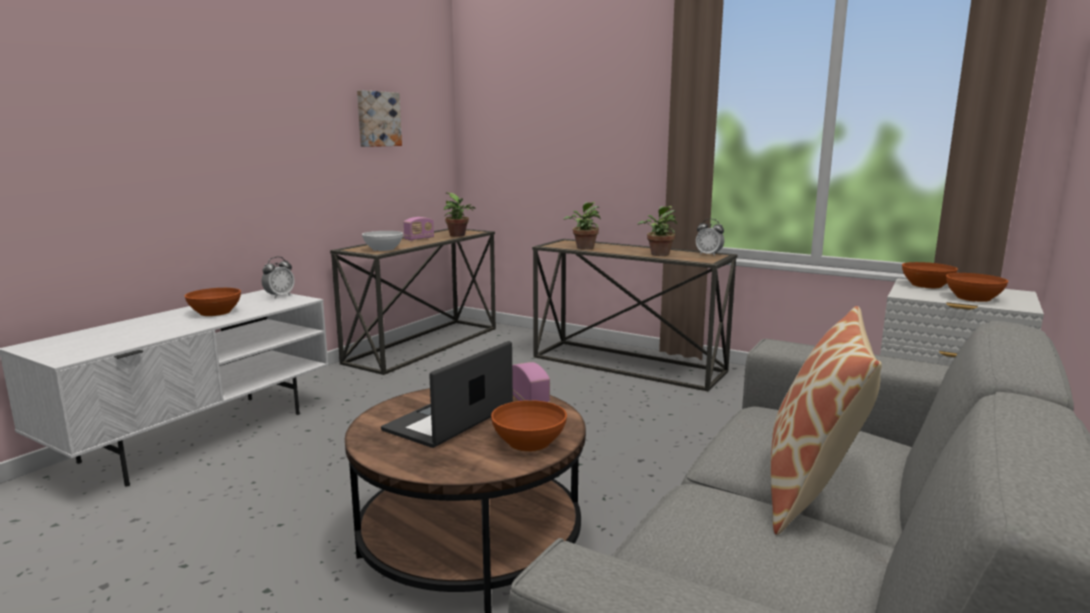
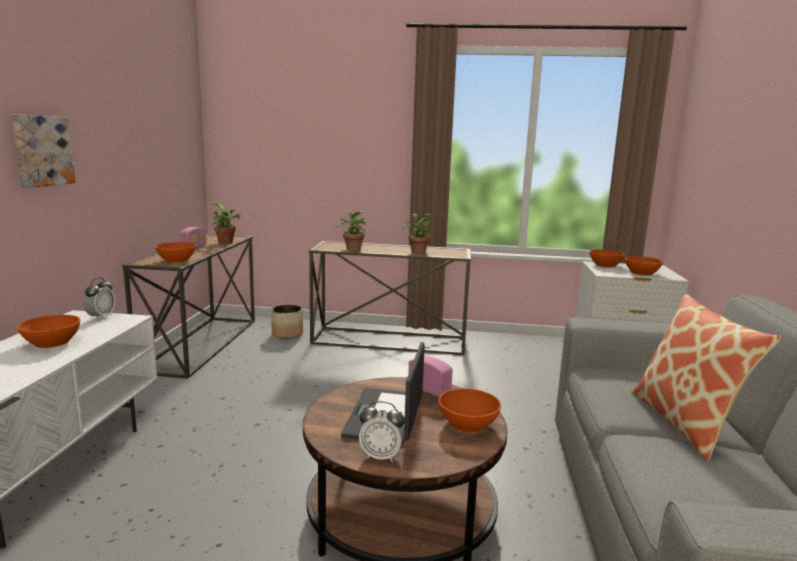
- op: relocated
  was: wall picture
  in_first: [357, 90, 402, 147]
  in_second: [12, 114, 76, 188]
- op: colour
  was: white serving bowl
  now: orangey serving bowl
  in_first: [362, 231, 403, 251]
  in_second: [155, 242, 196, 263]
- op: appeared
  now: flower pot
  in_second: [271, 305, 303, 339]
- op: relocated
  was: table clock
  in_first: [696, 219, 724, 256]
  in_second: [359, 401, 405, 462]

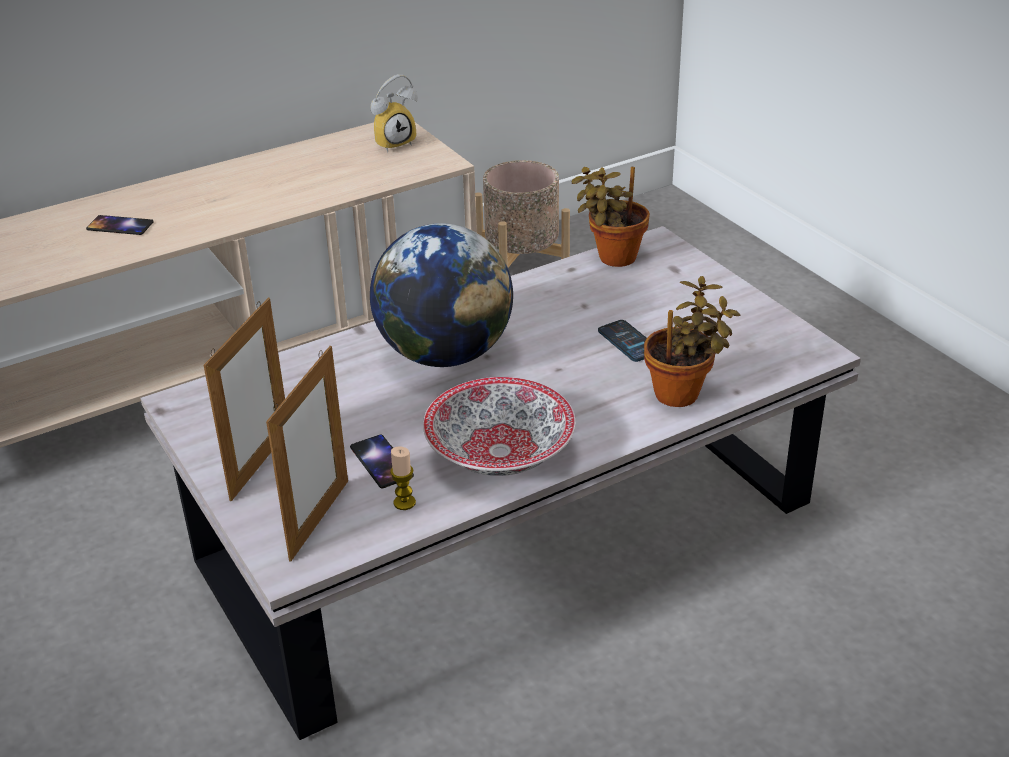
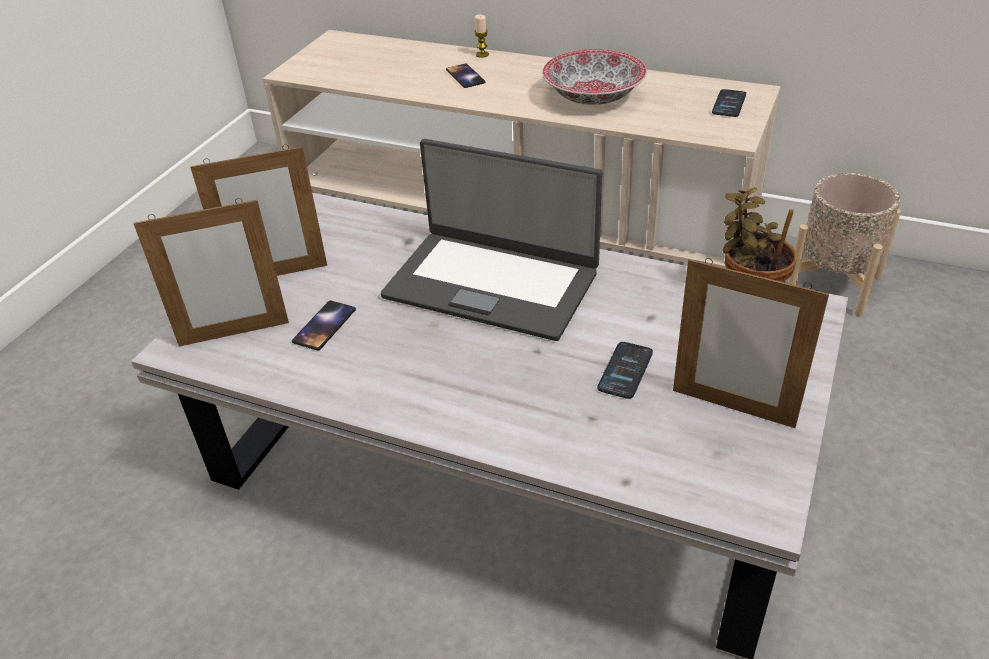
- op: exchanged
  was: globe
  now: portable computer
  in_first: [370, 223, 513, 367]
  in_second: [381, 139, 602, 341]
- op: relocated
  was: candle
  in_first: [390, 446, 416, 510]
  in_second: [474, 15, 489, 58]
- op: relocated
  was: serving bowl
  in_first: [423, 377, 576, 476]
  in_second: [542, 49, 647, 105]
- op: appeared
  now: photo frame
  in_second: [673, 258, 829, 428]
- op: exchanged
  was: table clock
  now: handset
  in_first: [371, 74, 417, 152]
  in_second: [712, 89, 746, 117]
- op: missing
  was: houseplant
  in_first: [644, 276, 740, 407]

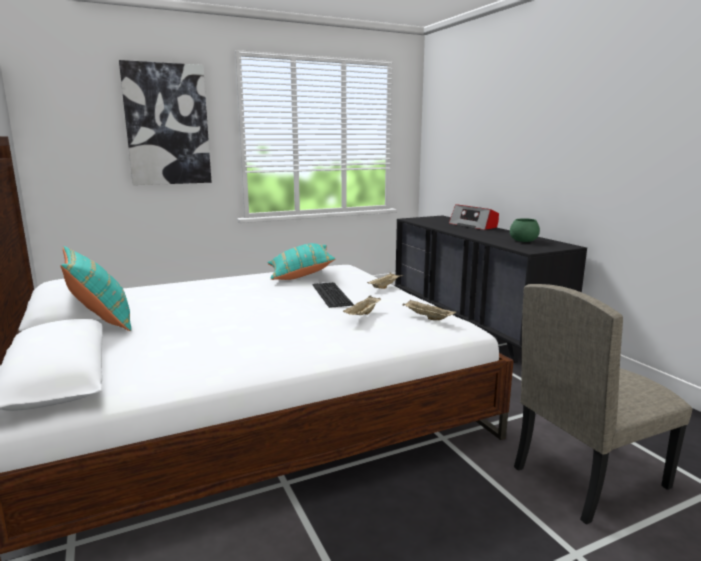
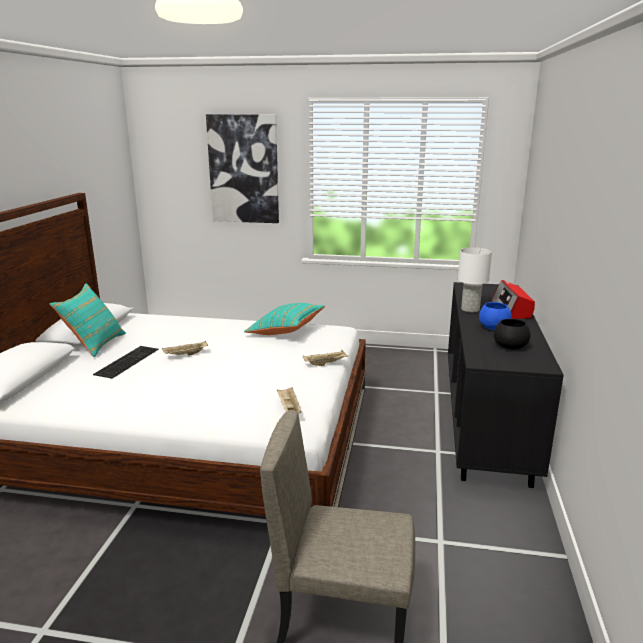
- op: relocated
  was: PC keyboard
  in_first: [312, 282, 354, 308]
  in_second: [93, 346, 158, 379]
- op: relocated
  was: beige-coloured carrying tray
  in_first: [343, 295, 381, 315]
  in_second: [162, 341, 208, 355]
- op: appeared
  now: white lamp for a table
  in_second: [458, 247, 492, 313]
- op: appeared
  now: bluish serving bowl
  in_second: [479, 302, 512, 330]
- op: colour
  was: green-coloured serving bowl
  now: black serving bowl
  in_first: [510, 218, 540, 242]
  in_second: [494, 319, 530, 349]

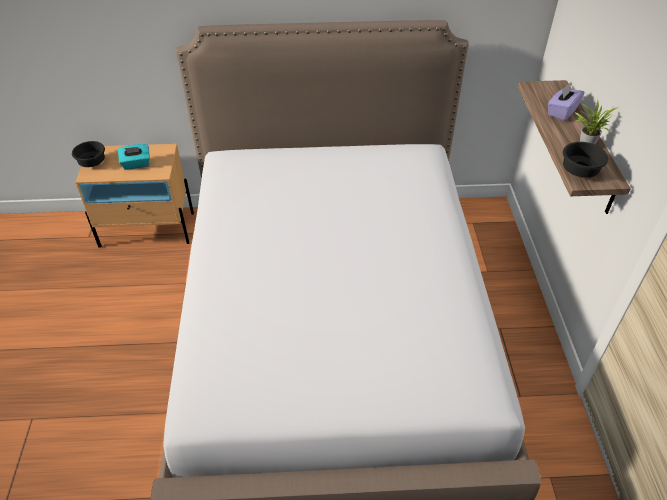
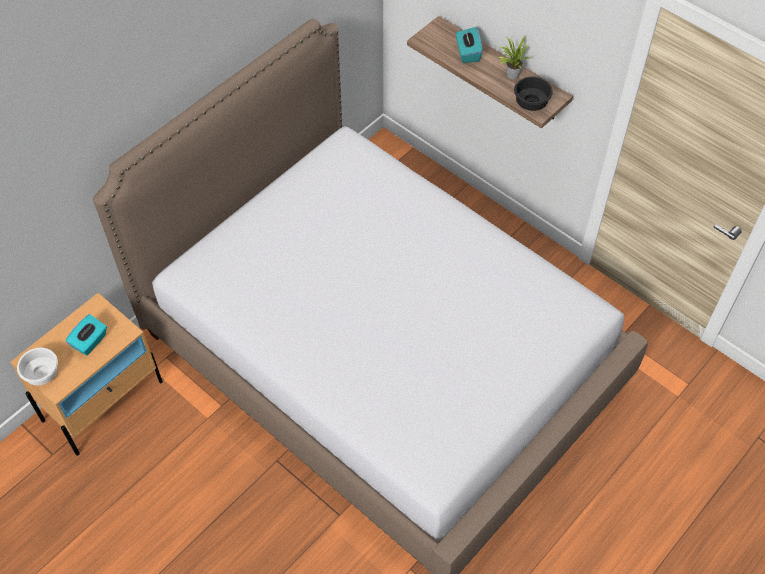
- op: colour
  was: black serving bowl
  now: white serving bowl
  in_first: [72, 141, 105, 167]
  in_second: [17, 348, 58, 385]
- op: colour
  was: purple tissue box
  now: turquoise-coloured tissue box
  in_first: [548, 83, 584, 121]
  in_second: [456, 27, 483, 63]

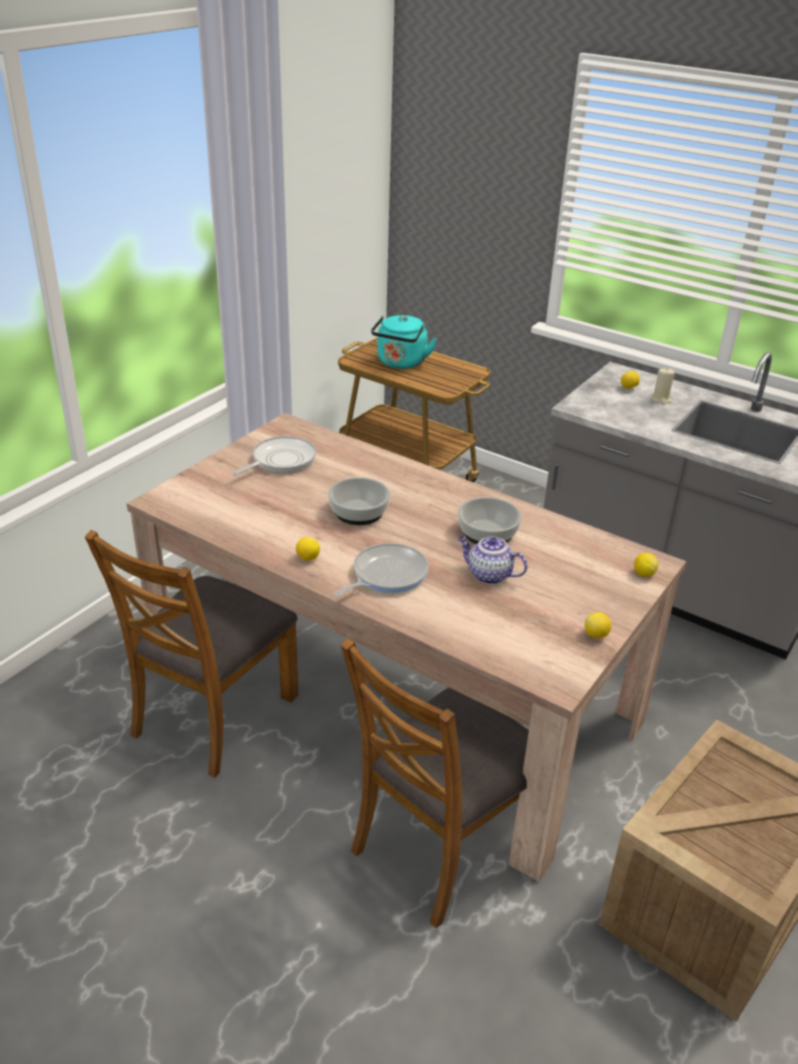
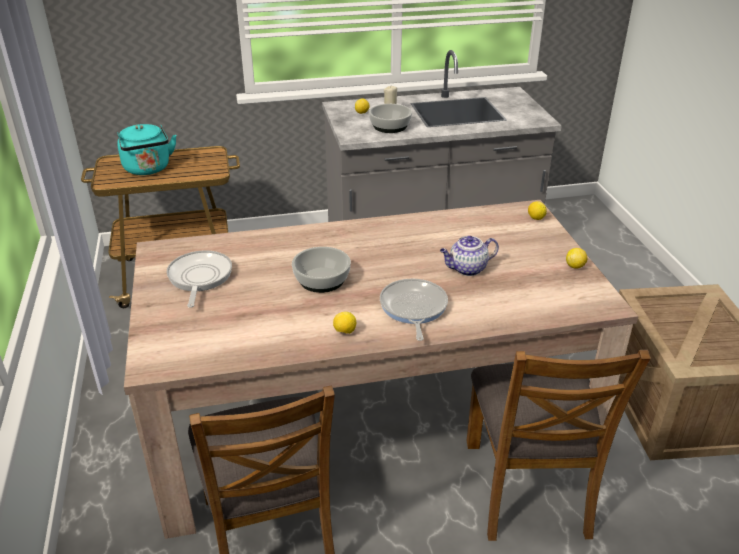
- op: relocated
  was: serving bowl
  in_first: [458, 497, 522, 544]
  in_second: [369, 104, 412, 133]

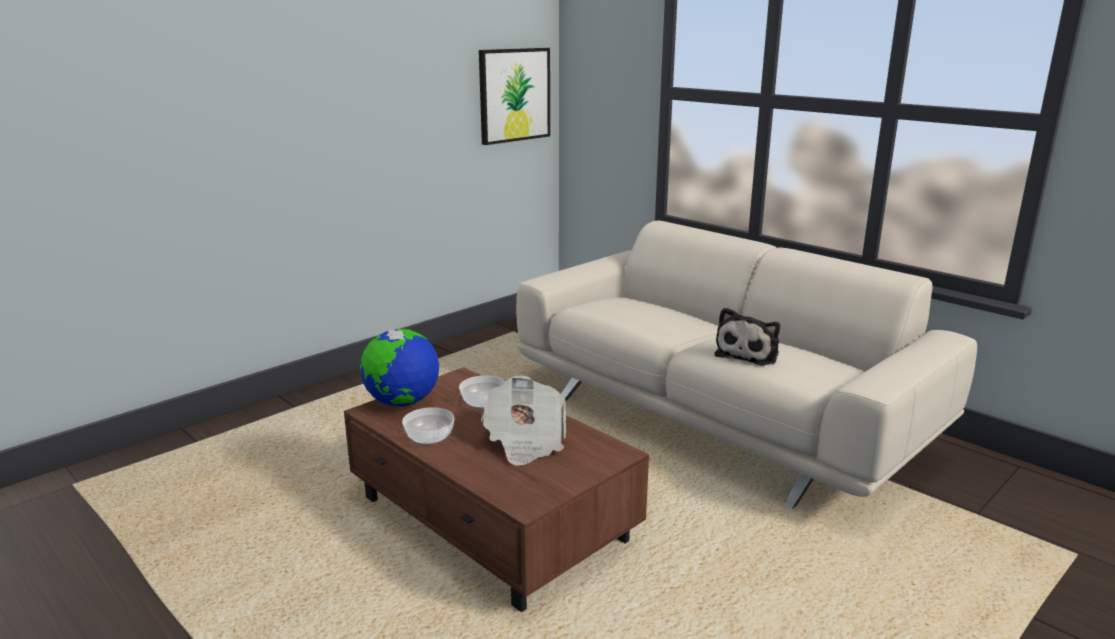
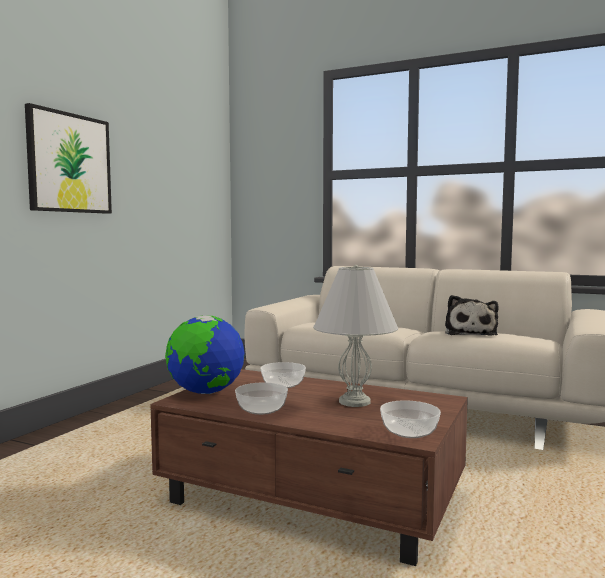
- op: relocated
  was: wall picture
  in_first: [479, 48, 550, 145]
  in_second: [25, 103, 112, 214]
- op: exchanged
  was: printed paper
  now: white lamp for a table
  in_first: [481, 376, 567, 466]
  in_second: [313, 265, 398, 407]
- op: appeared
  now: serving bowl
  in_second: [380, 400, 441, 438]

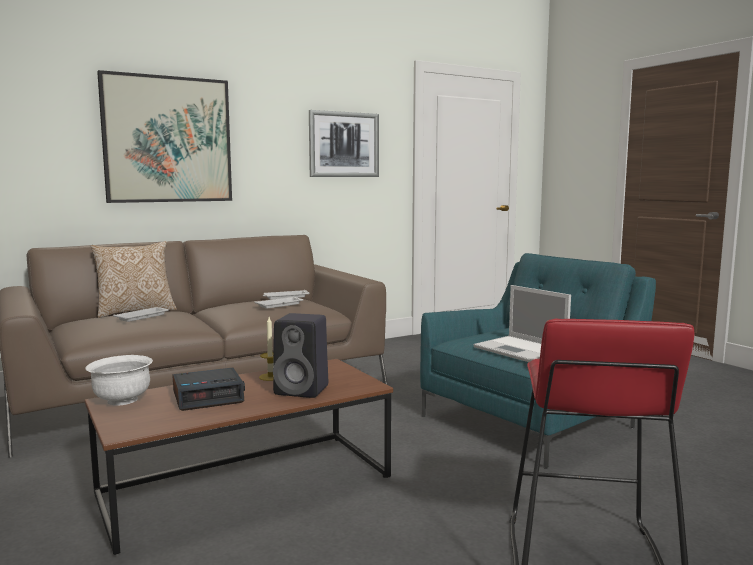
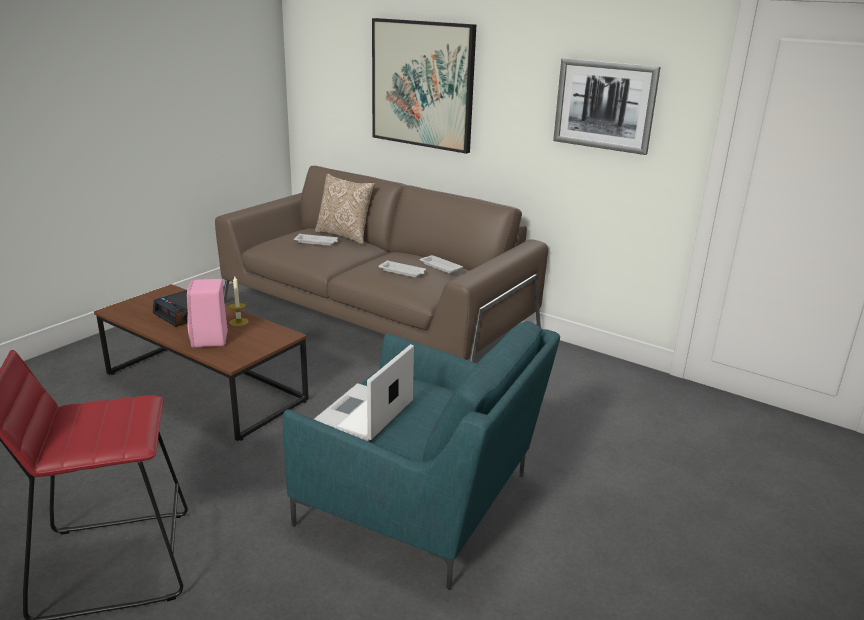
- op: colour
  was: black speaker
  now: pinkish speaker
  in_first: [273, 313, 328, 398]
  in_second: [187, 279, 228, 347]
- op: missing
  was: white serving bowl
  in_first: [85, 355, 153, 405]

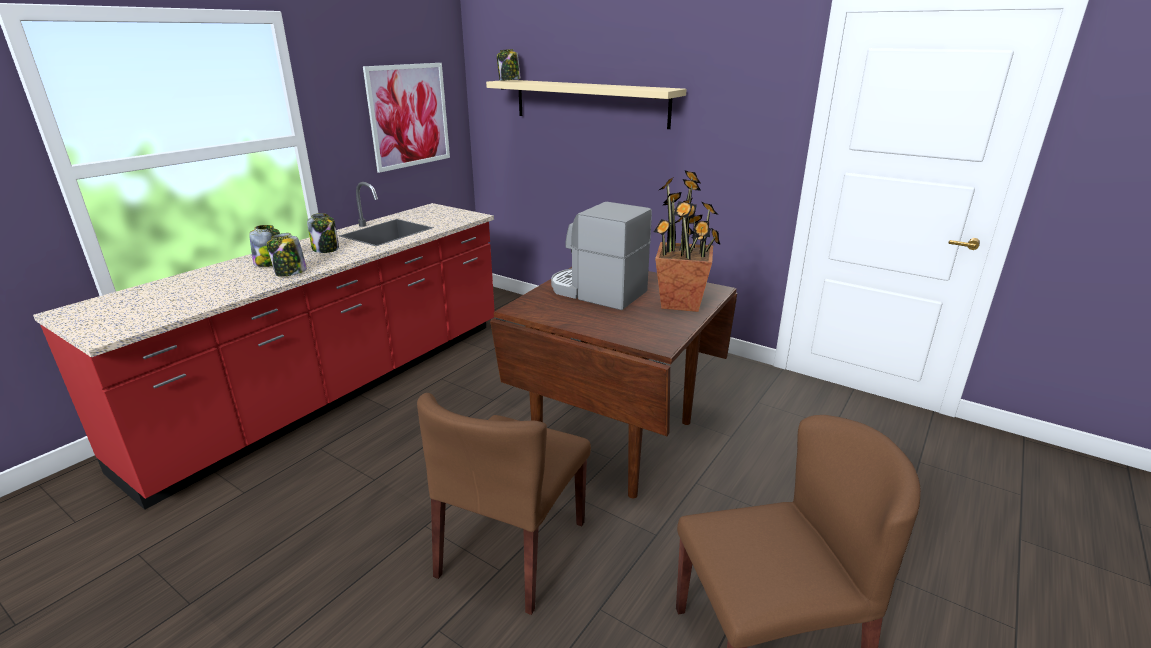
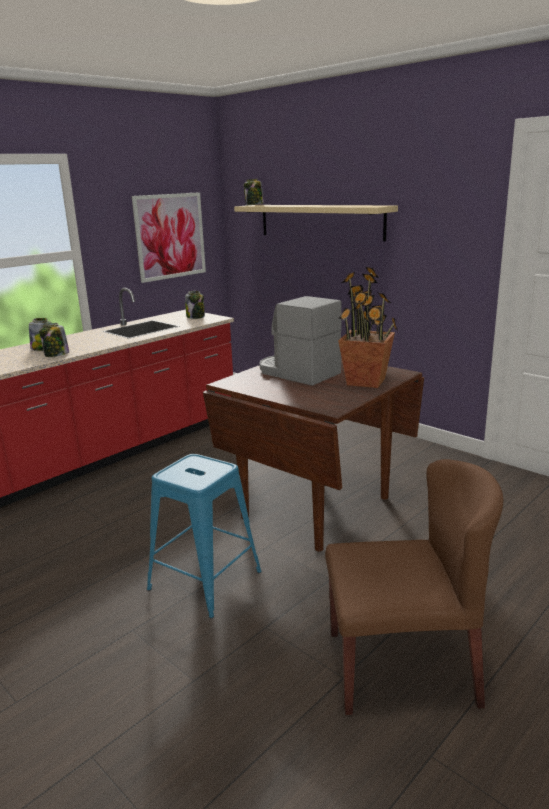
- op: exchanged
  was: brownish upright chair
  now: bluish sitting stool
  in_first: [417, 393, 591, 615]
  in_second: [147, 454, 262, 618]
- op: relocated
  was: storage jar
  in_first: [307, 213, 339, 253]
  in_second: [185, 291, 205, 319]

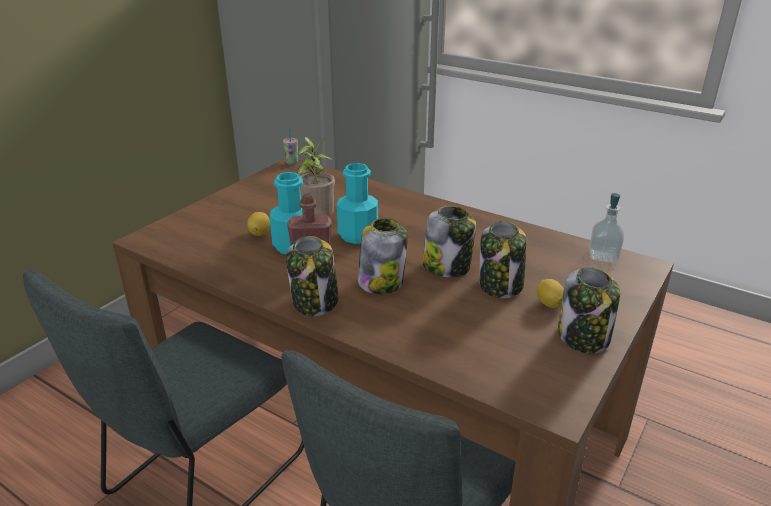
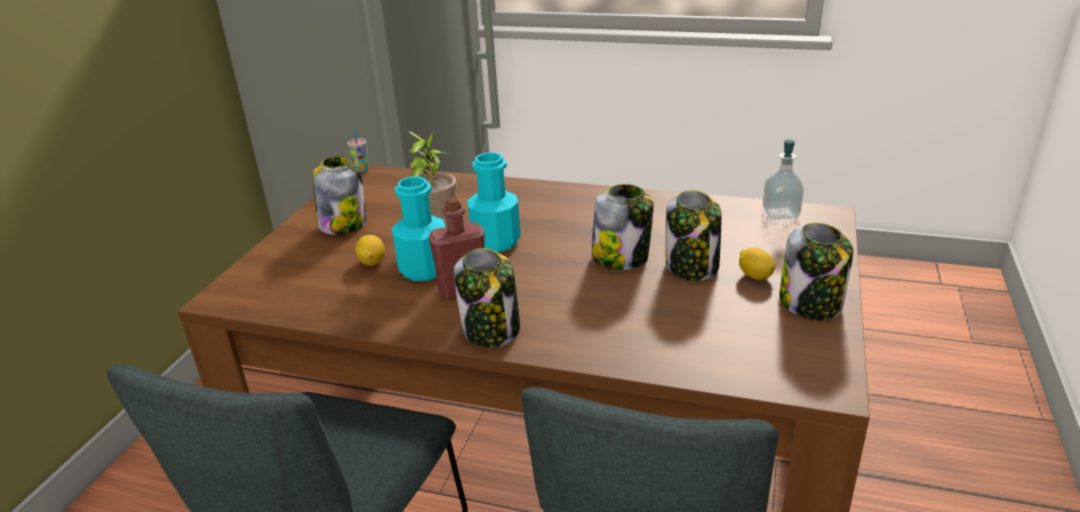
- op: relocated
  was: storage jar
  in_first: [358, 218, 408, 294]
  in_second: [313, 156, 366, 235]

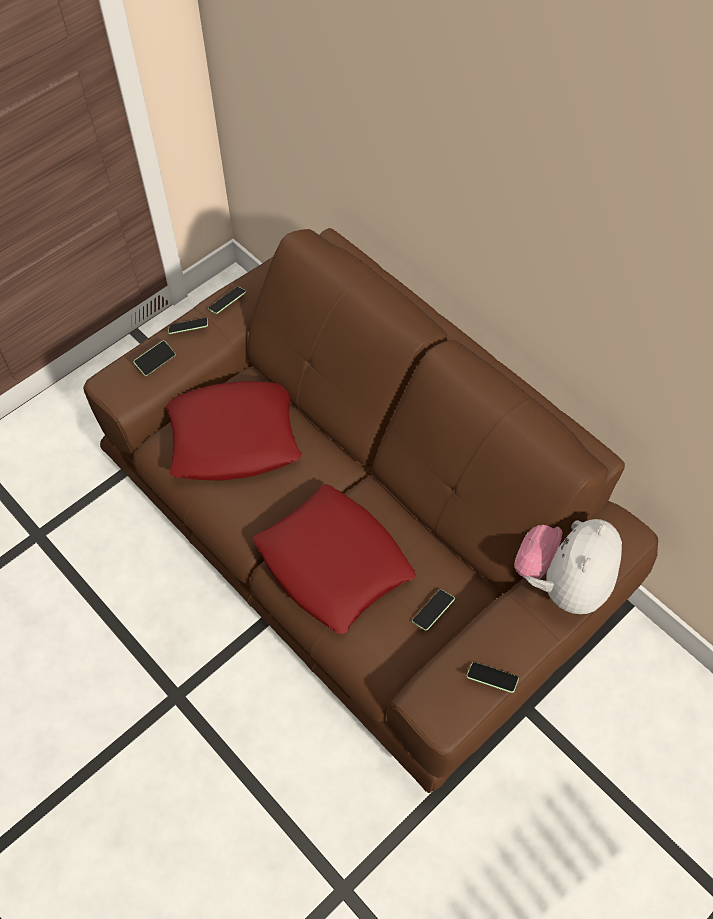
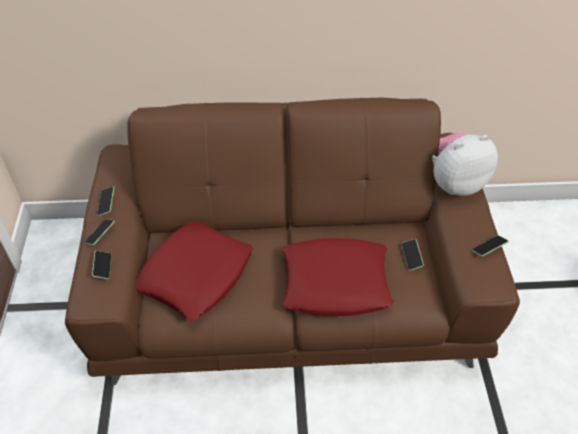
- op: spun
  was: cuddly toy
  in_first: [514, 519, 622, 614]
  in_second: [432, 132, 498, 196]
  clockwise: 90

